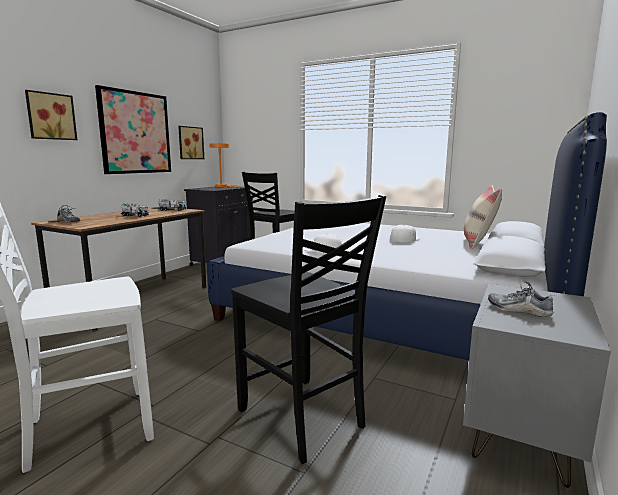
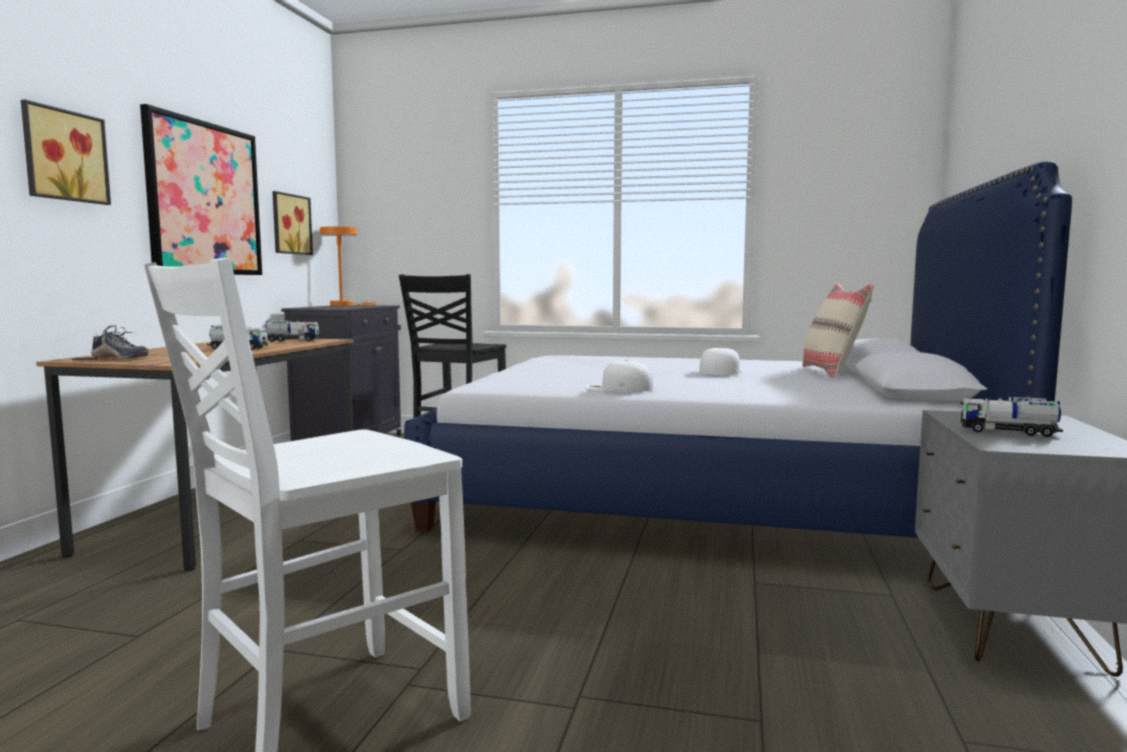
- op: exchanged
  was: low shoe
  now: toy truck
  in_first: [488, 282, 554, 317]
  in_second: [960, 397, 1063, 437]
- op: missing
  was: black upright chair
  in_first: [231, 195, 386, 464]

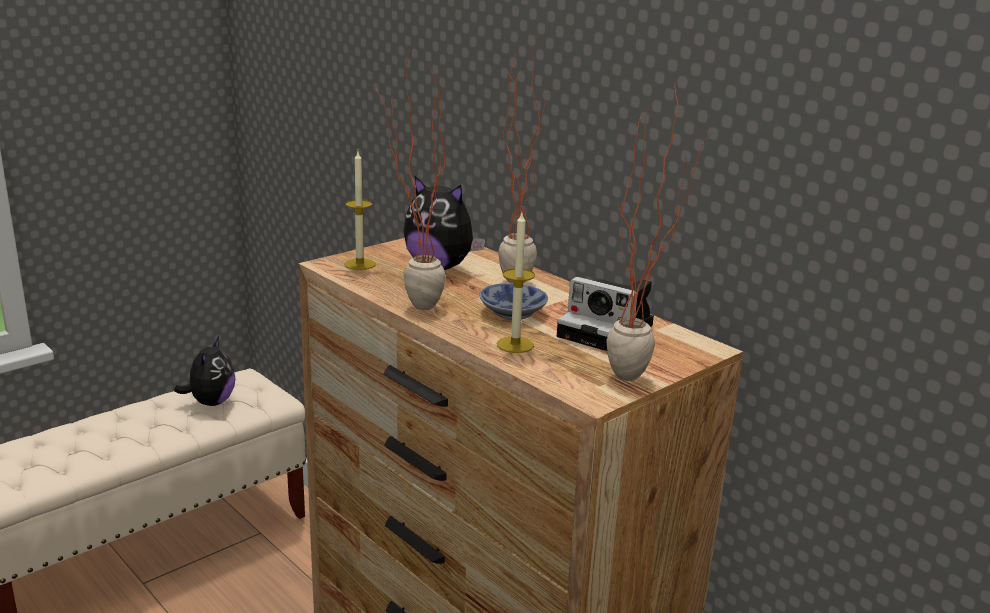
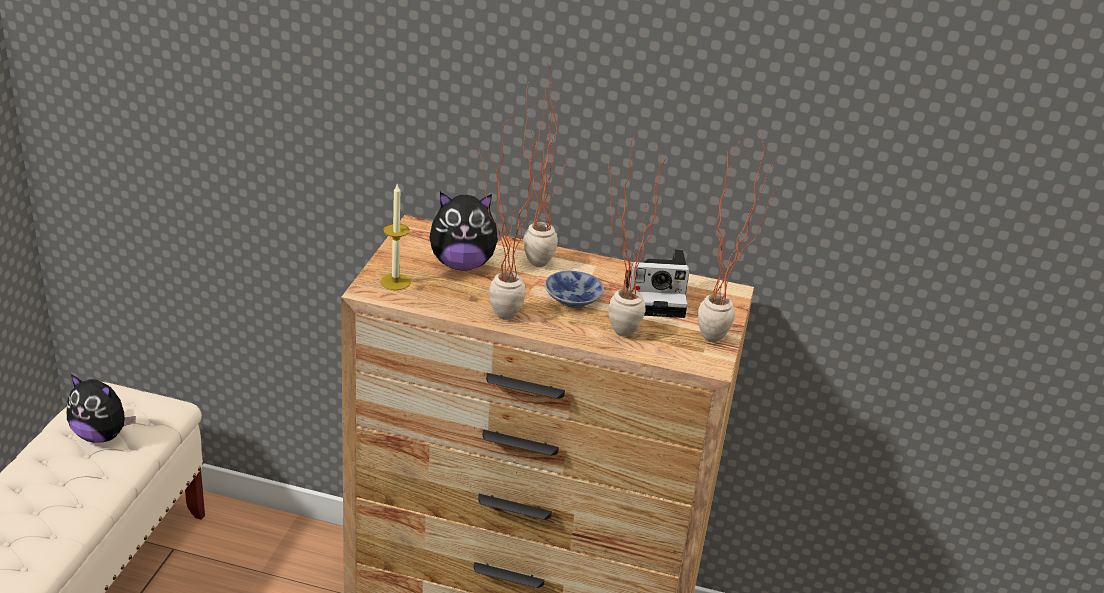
- op: spun
  was: cuddly toy
  in_first: [174, 337, 235, 406]
  in_second: [67, 374, 136, 443]
  clockwise: 135
- op: exchanged
  was: candle
  now: houseplant
  in_first: [497, 213, 535, 353]
  in_second: [608, 131, 665, 337]

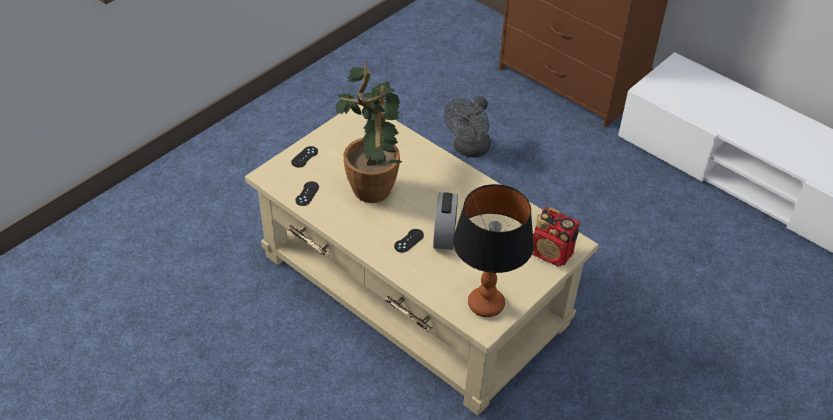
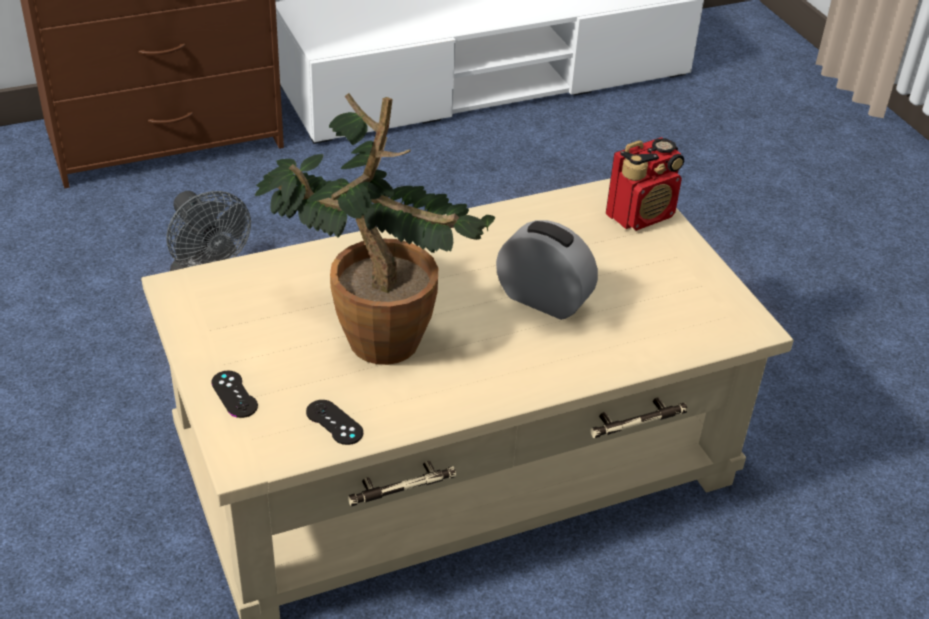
- op: missing
  was: black game controller
  in_first: [394, 229, 424, 253]
- op: missing
  was: lamp for a table
  in_first: [453, 184, 534, 317]

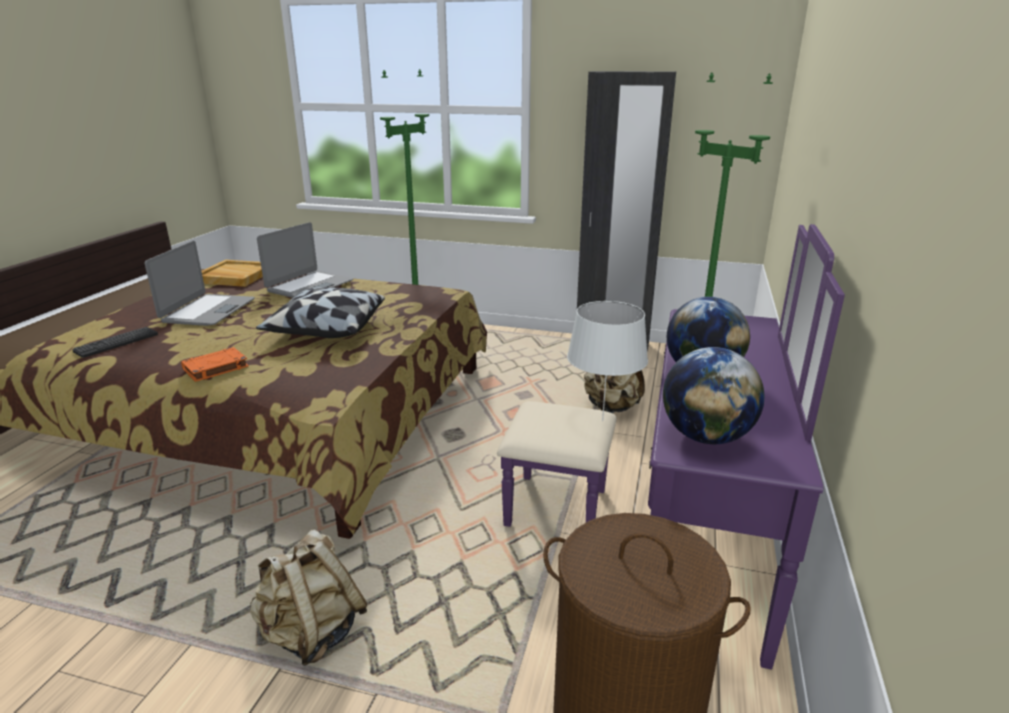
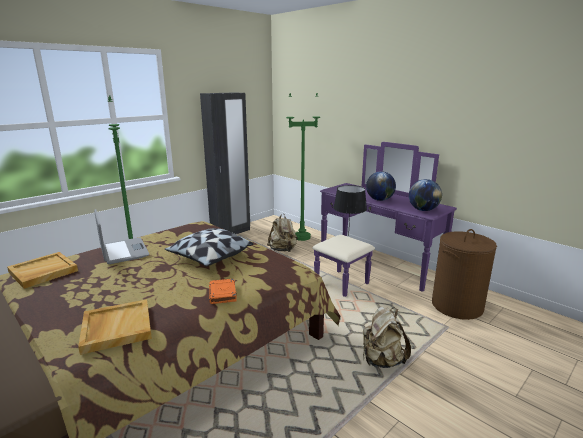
- op: exchanged
  was: PC keyboard
  now: beige-coloured carrying tray
  in_first: [72, 327, 158, 358]
  in_second: [78, 299, 152, 355]
- op: colour
  was: white lamp for a table
  now: black lamp for a table
  in_first: [567, 301, 648, 421]
  in_second: [333, 185, 367, 236]
- op: missing
  was: portable computer
  in_first: [144, 241, 255, 326]

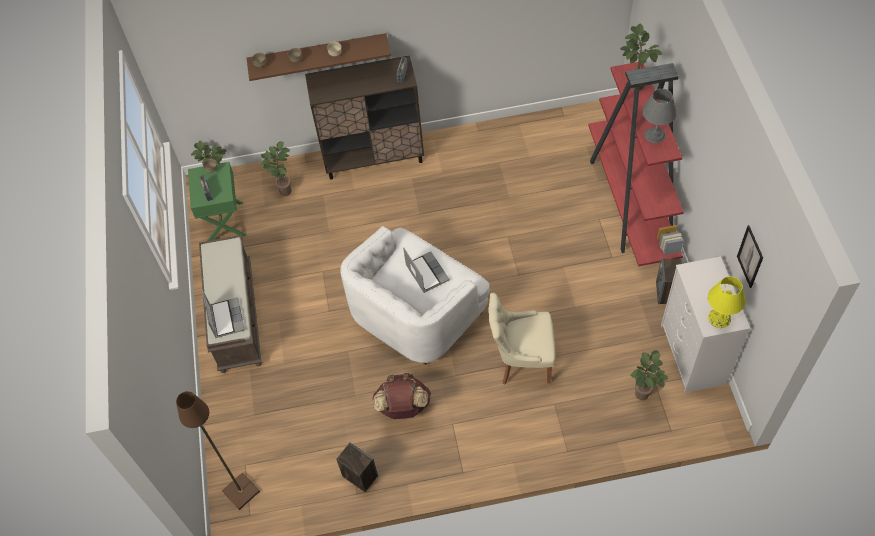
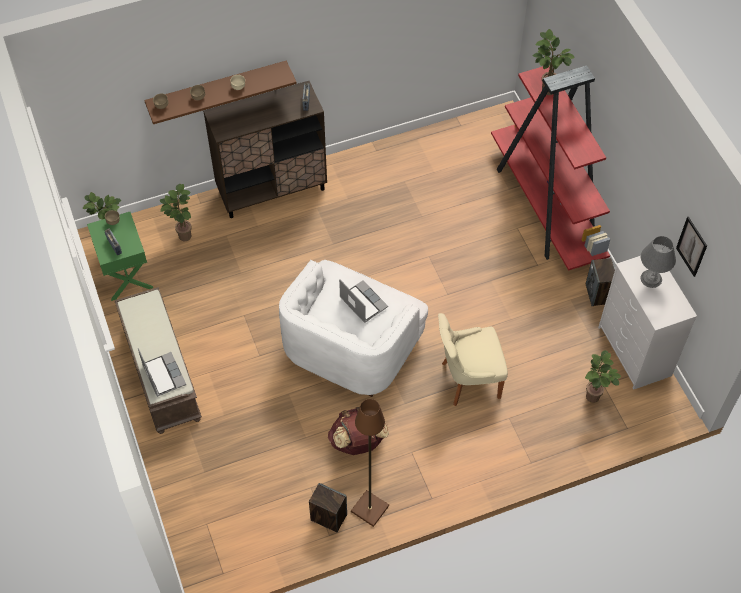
- op: relocated
  was: brownish floor lamp
  in_first: [176, 391, 260, 510]
  in_second: [351, 399, 389, 527]
- op: relocated
  was: gray lamp for a table
  in_first: [642, 89, 677, 143]
  in_second: [640, 236, 676, 288]
- op: missing
  was: yellow lamp for a table
  in_first: [708, 276, 745, 328]

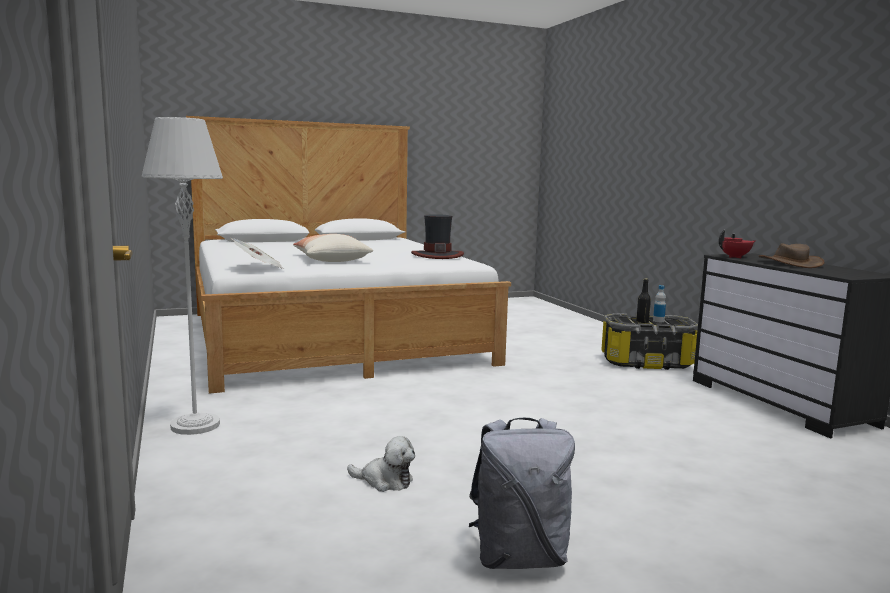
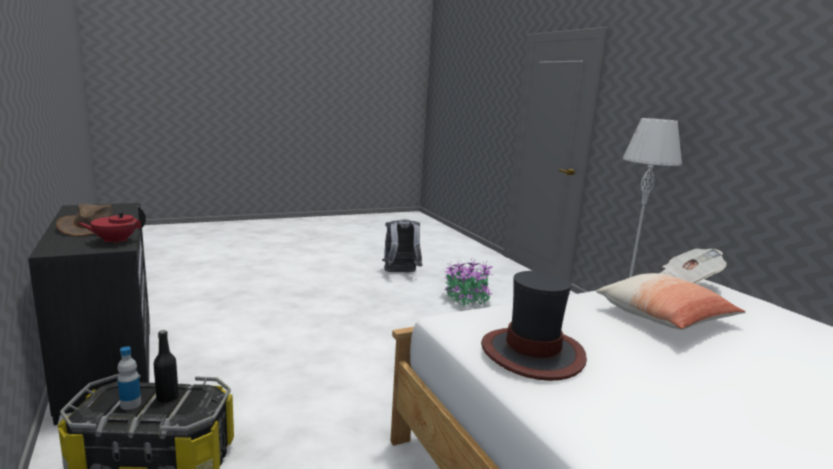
- op: exchanged
  was: cuddly toy
  now: houseplant
  in_first: [347, 436, 415, 492]
  in_second: [445, 257, 494, 306]

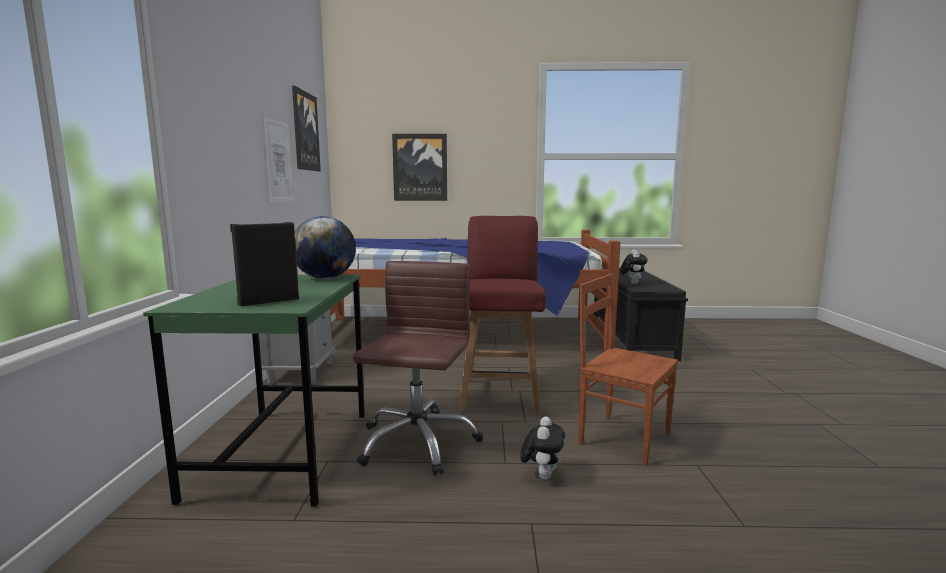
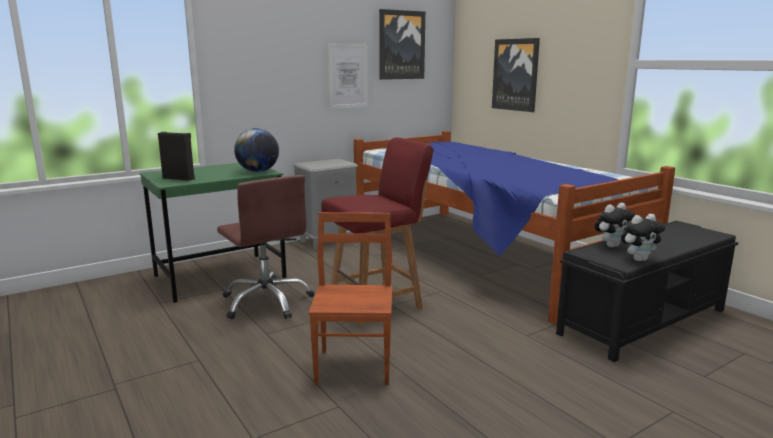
- op: spun
  was: brownish office chair
  in_first: [353, 261, 483, 476]
  in_second: [217, 175, 314, 319]
  clockwise: 75
- op: relocated
  was: cuddly toy
  in_first: [520, 416, 565, 480]
  in_second: [621, 214, 665, 261]

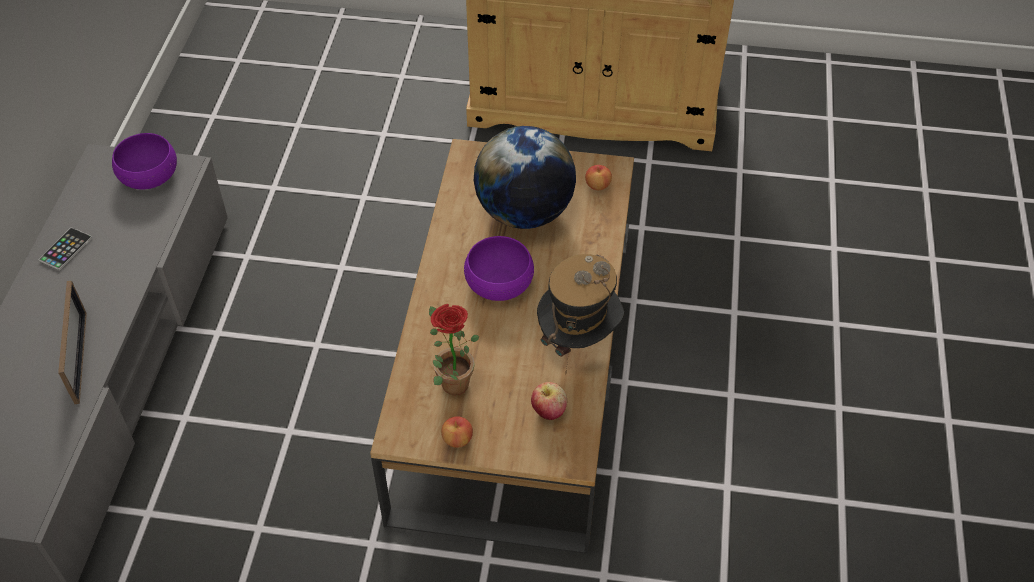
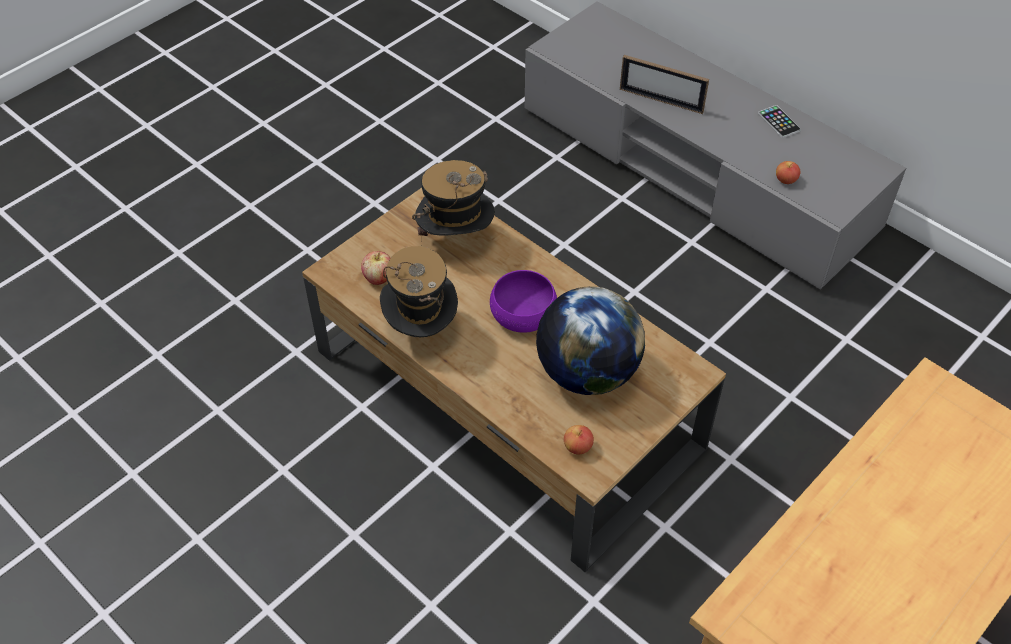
- op: exchanged
  was: houseplant
  now: clothing hat
  in_first: [429, 304, 480, 395]
  in_second: [412, 160, 495, 240]
- op: relocated
  was: whole apple
  in_first: [441, 416, 473, 448]
  in_second: [776, 161, 800, 184]
- op: missing
  was: purple serving bowl
  in_first: [112, 133, 177, 189]

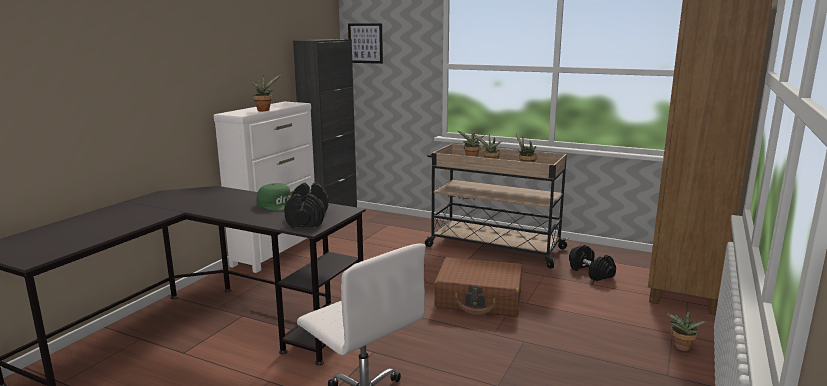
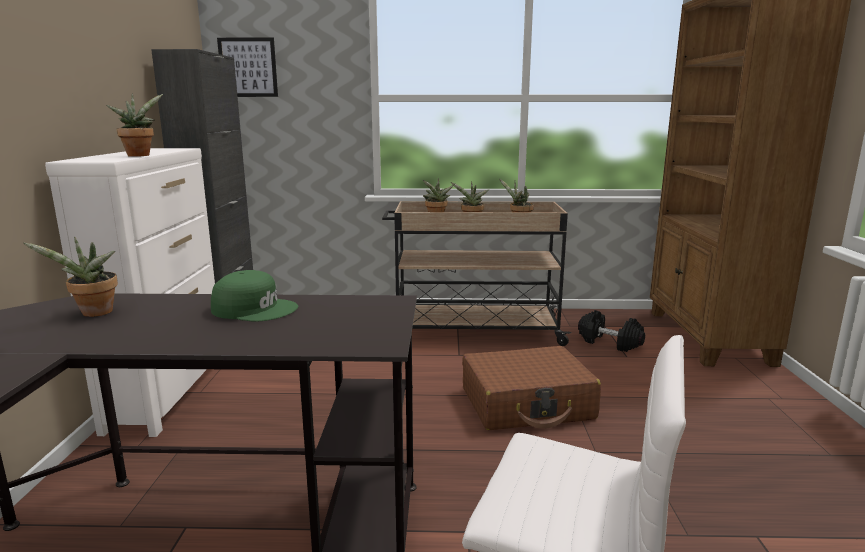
- op: relocated
  was: houseplant
  in_first: [666, 311, 707, 351]
  in_second: [22, 237, 118, 317]
- op: missing
  was: black hand weight
  in_first: [284, 182, 328, 227]

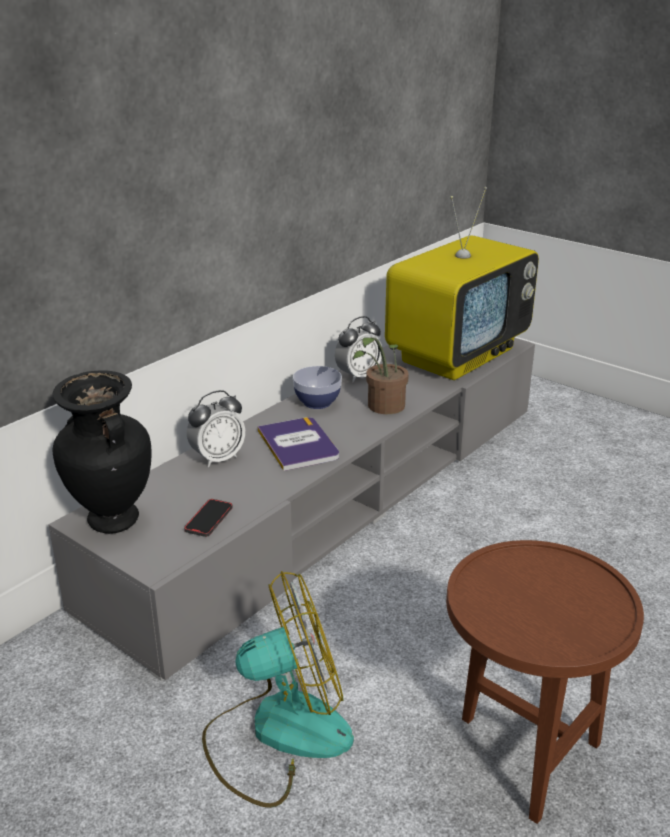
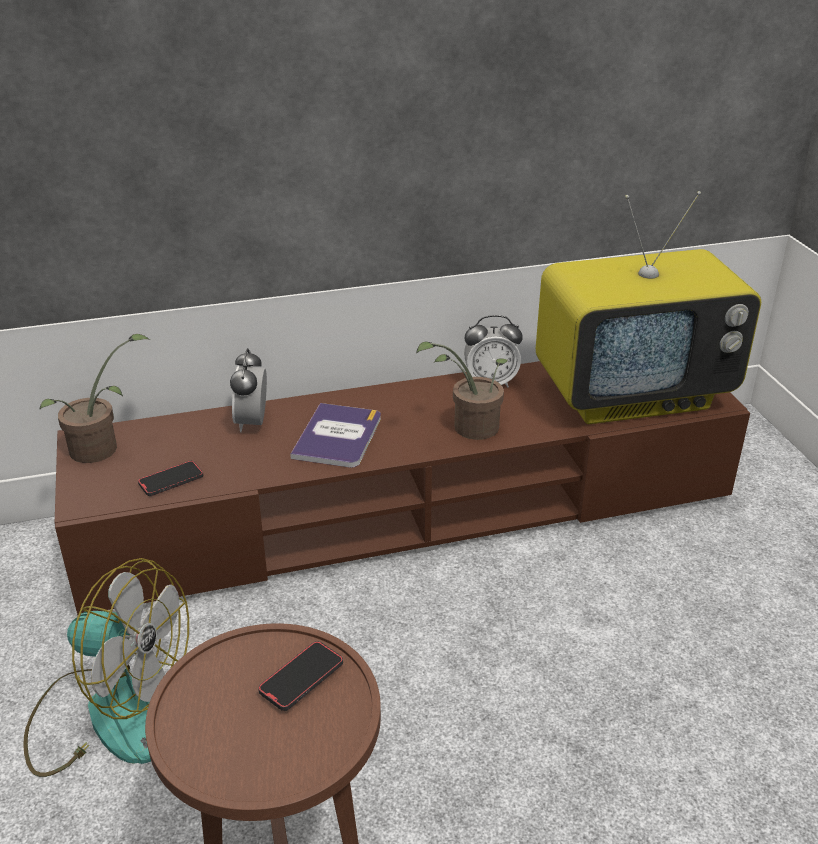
- op: exchanged
  was: black vase
  now: houseplant
  in_first: [52, 370, 152, 534]
  in_second: [40, 334, 150, 463]
- op: colour
  was: gray tv stand
  now: brownish tv stand
  in_first: [48, 338, 535, 681]
  in_second: [55, 361, 750, 615]
- op: spun
  was: table clock
  in_first: [187, 390, 245, 467]
  in_second: [230, 348, 267, 432]
  clockwise: 90
- op: appeared
  now: handset
  in_second: [258, 641, 343, 711]
- op: missing
  was: serving bowl
  in_first: [293, 366, 342, 409]

